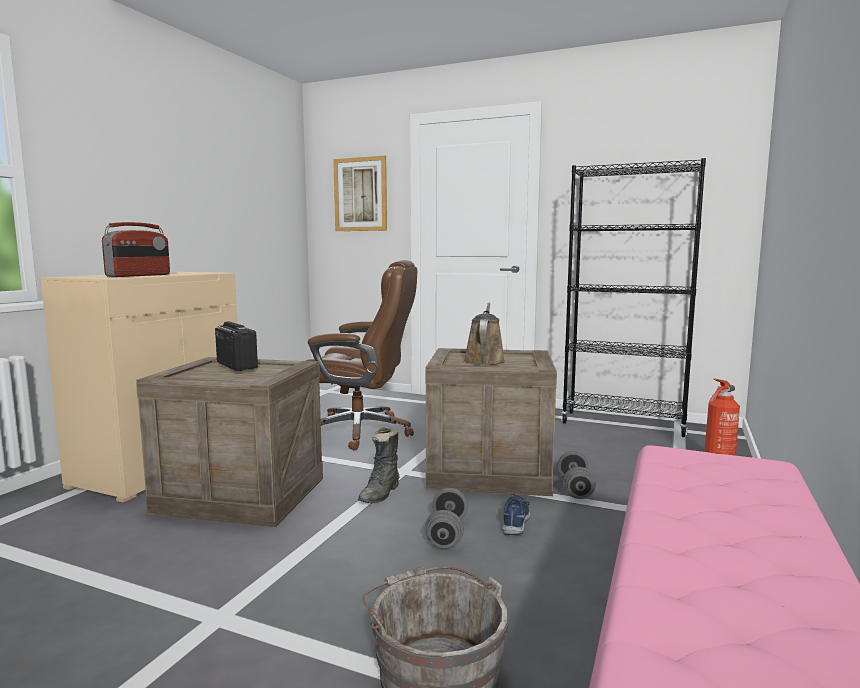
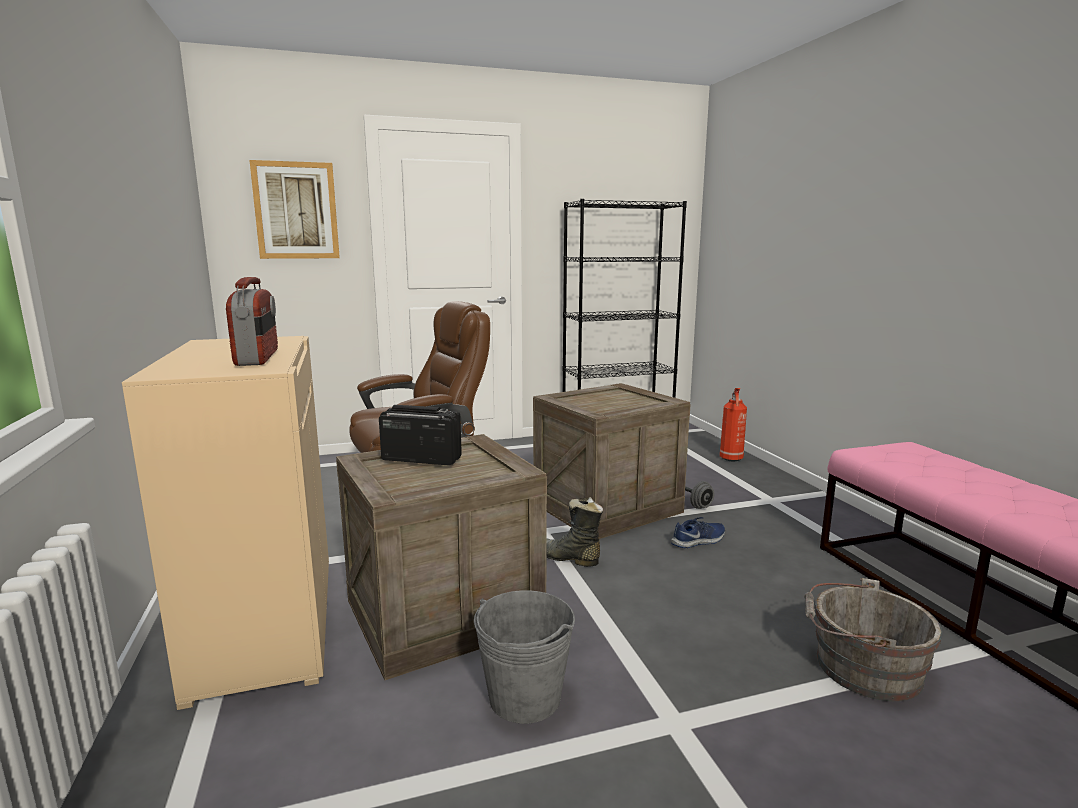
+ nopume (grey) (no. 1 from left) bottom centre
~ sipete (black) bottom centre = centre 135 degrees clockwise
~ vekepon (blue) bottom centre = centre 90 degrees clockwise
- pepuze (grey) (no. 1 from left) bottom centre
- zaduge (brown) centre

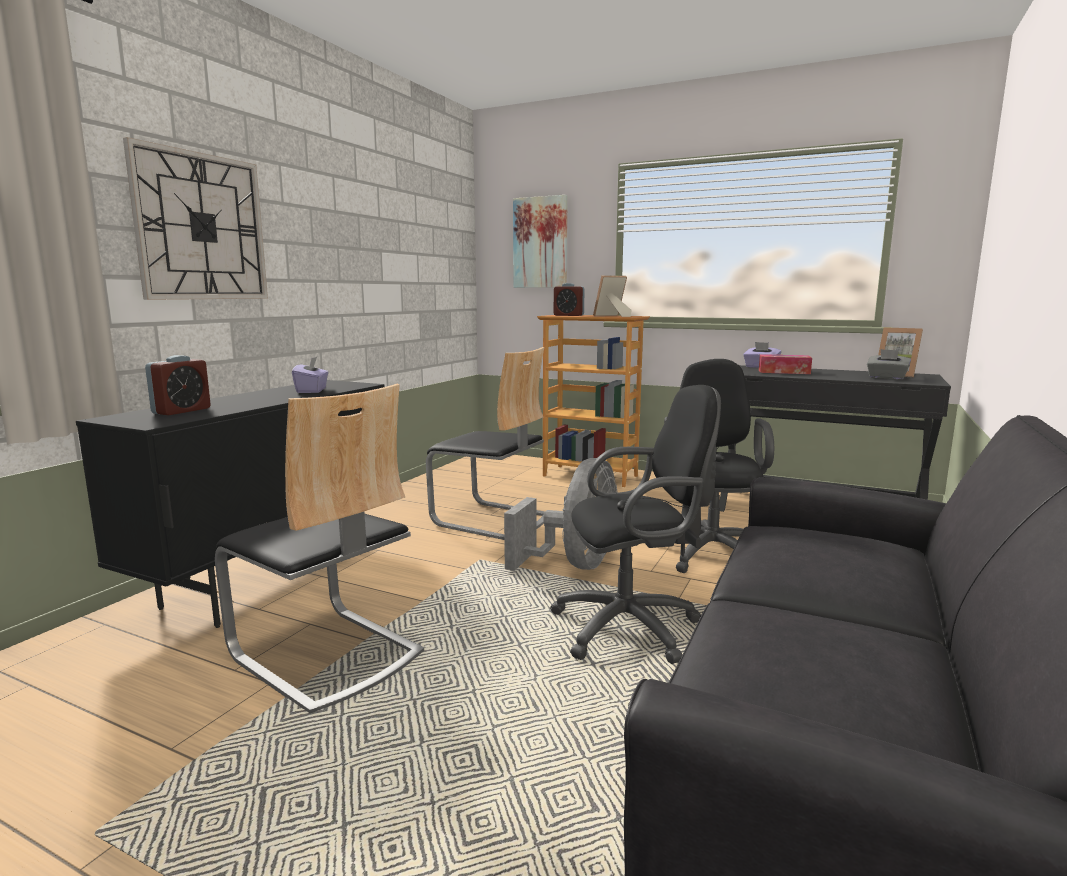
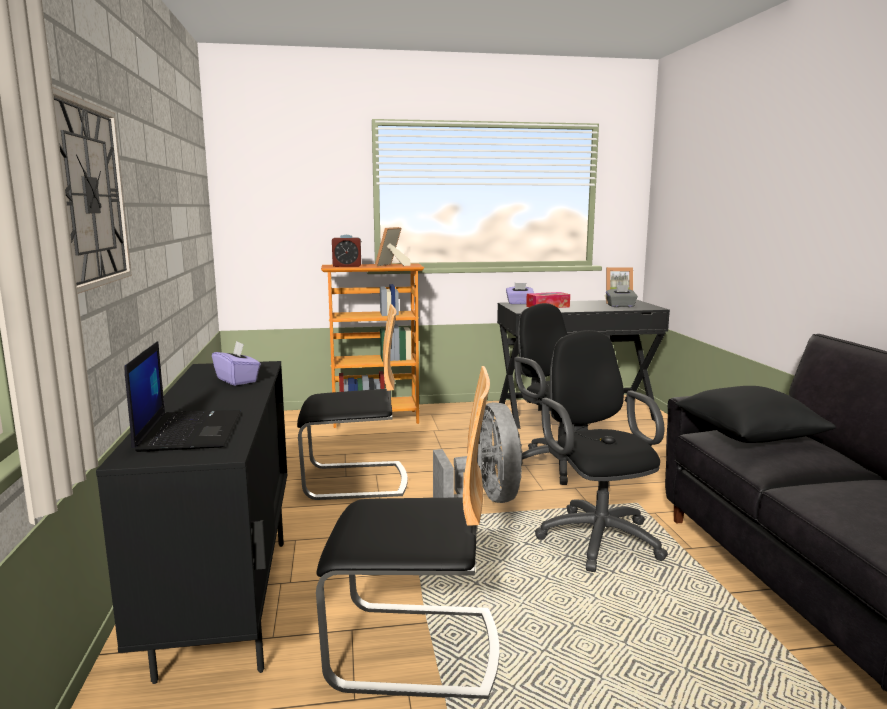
~ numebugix (no. 1 from left) middle left to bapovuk middle left
~ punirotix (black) (no. 1 from left in the first image) centre = middle right 60 degrees counterclockwise
+ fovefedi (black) middle right
- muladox top centre

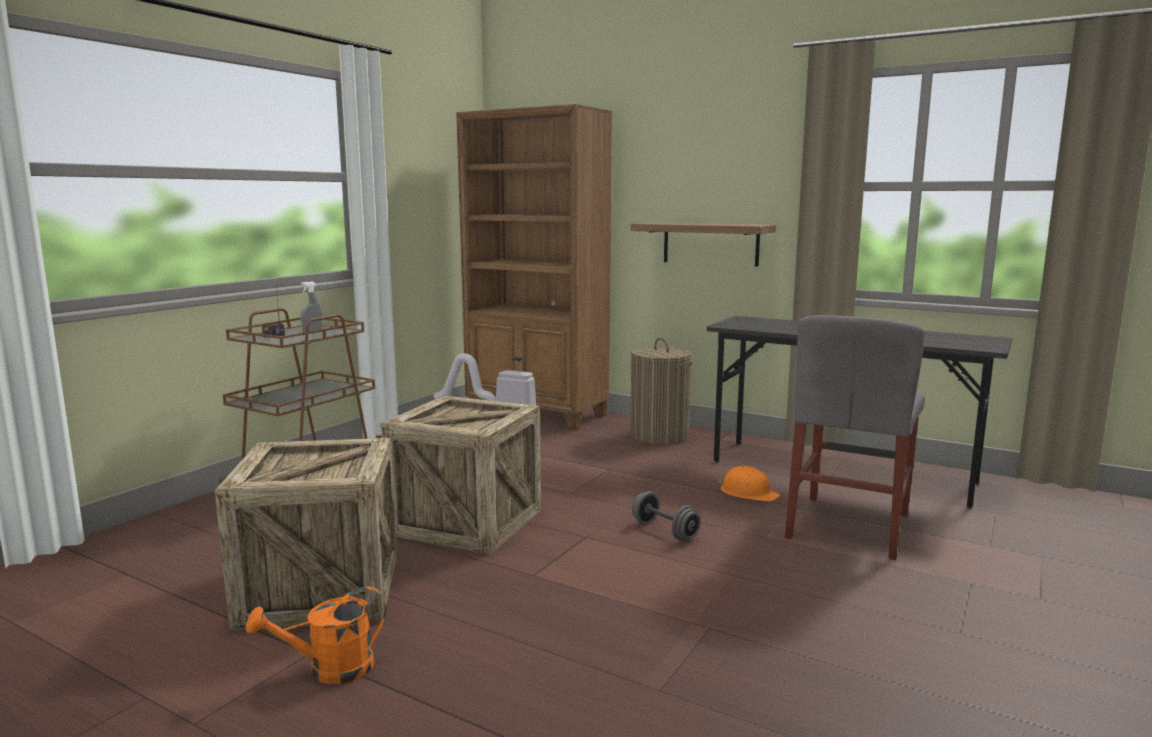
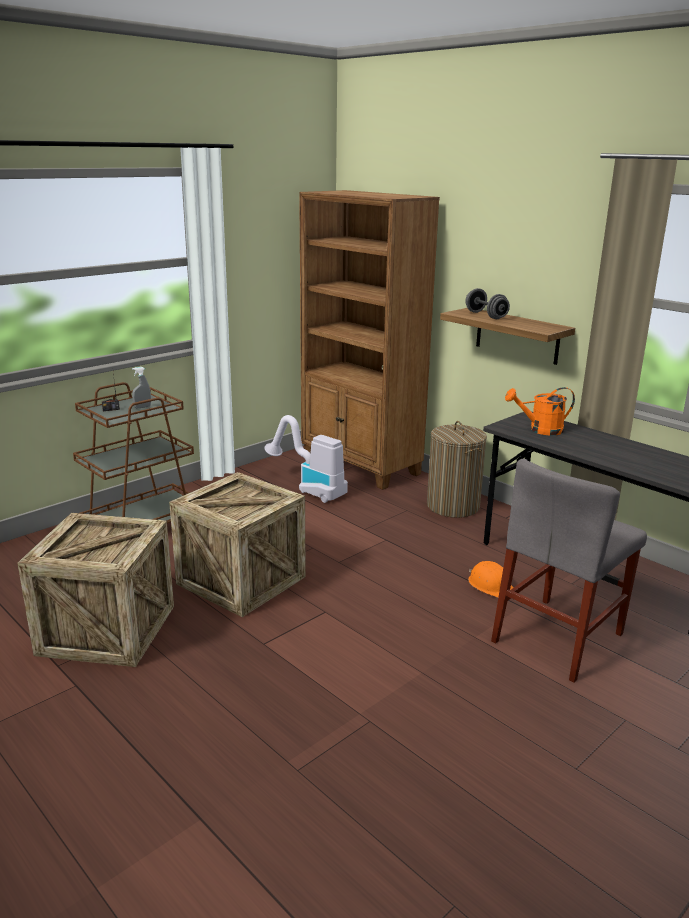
~ pepuze (grey) bottom centre to top right
~ zaduge (orange) bottom left to middle right

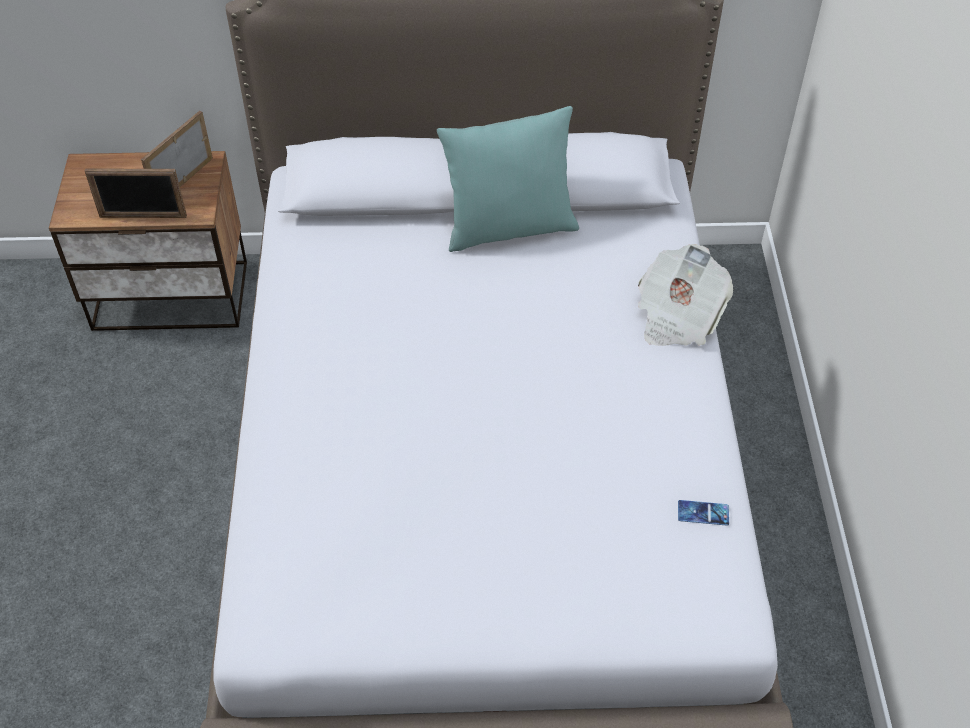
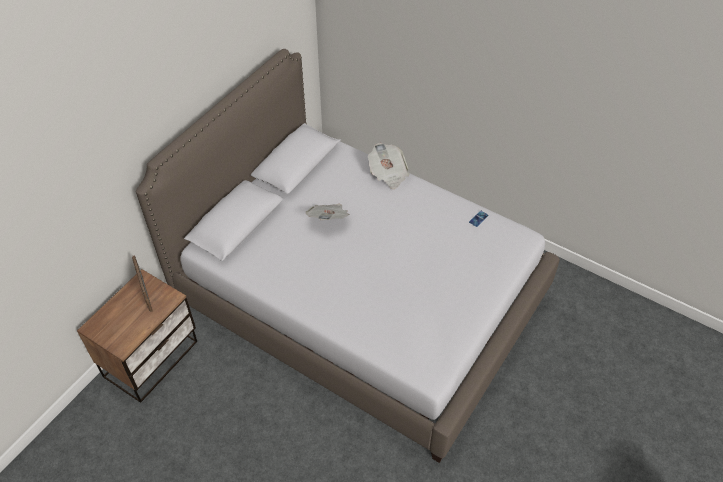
+ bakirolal (no. 1 from left) centre
- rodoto (no. 1 from left) top left
- fovefedi (turquoise) top centre

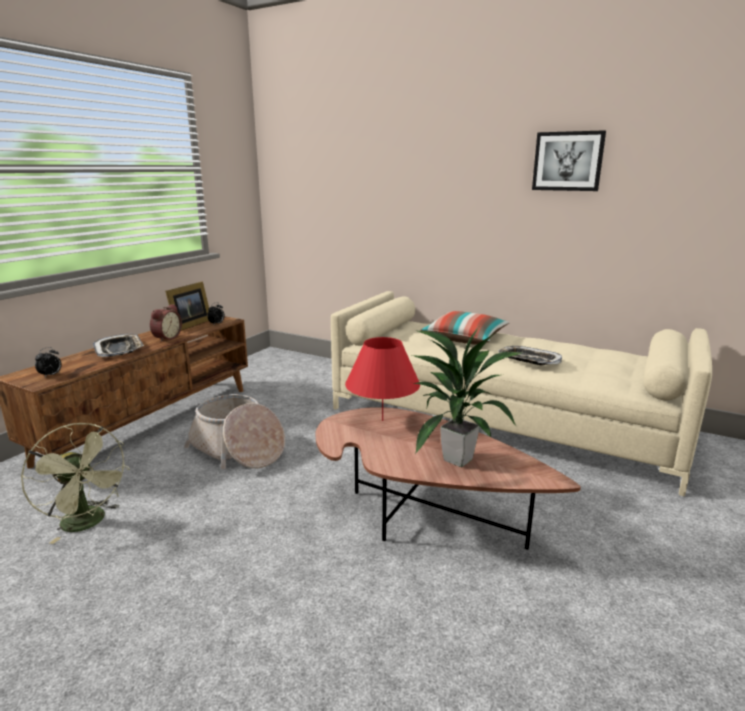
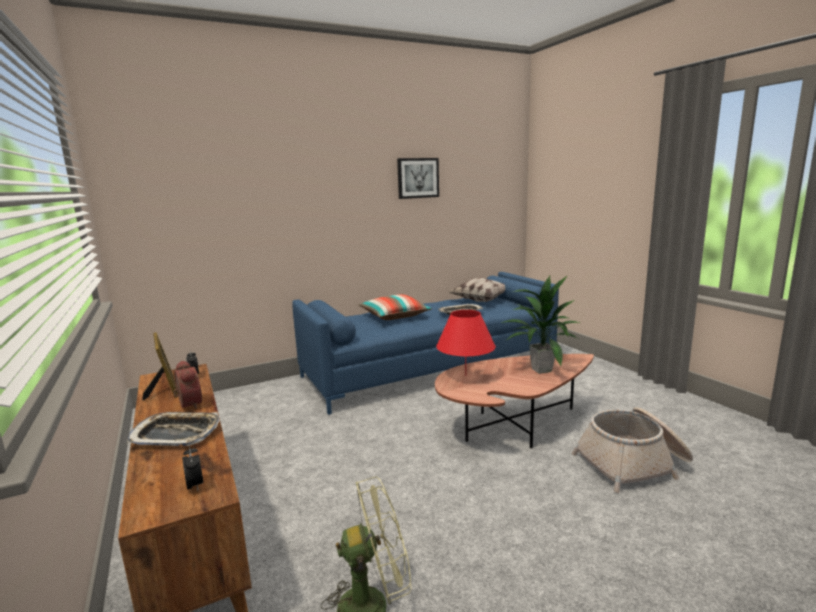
~ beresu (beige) middle right to beresu (blue) centre
+ fovefedi (no. 2 from left) centre
~ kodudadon middle left to bottom right

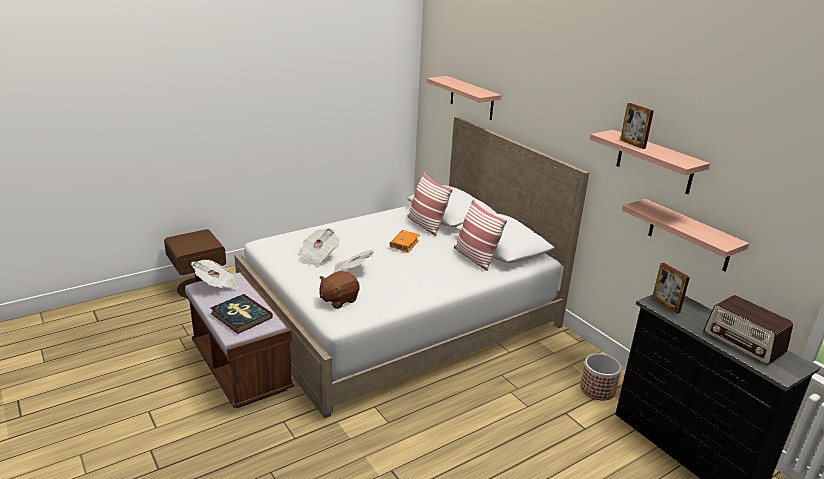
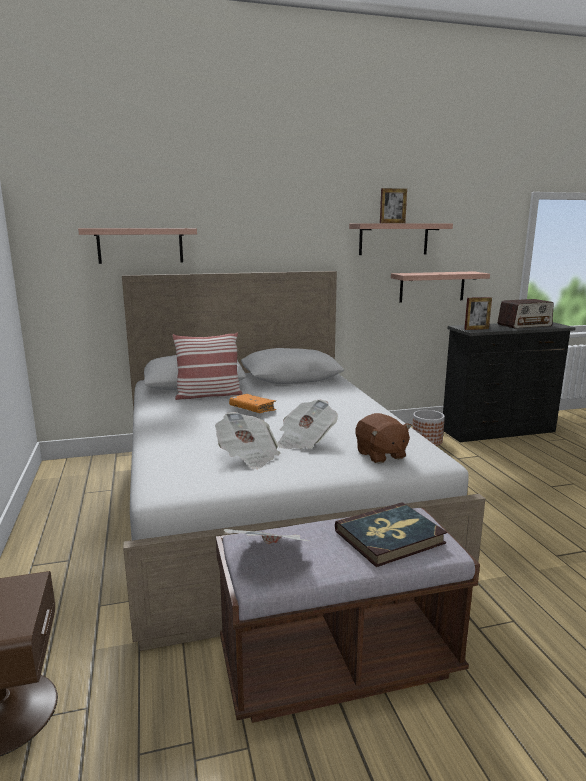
- fovefedi (no. 2 from left) centre

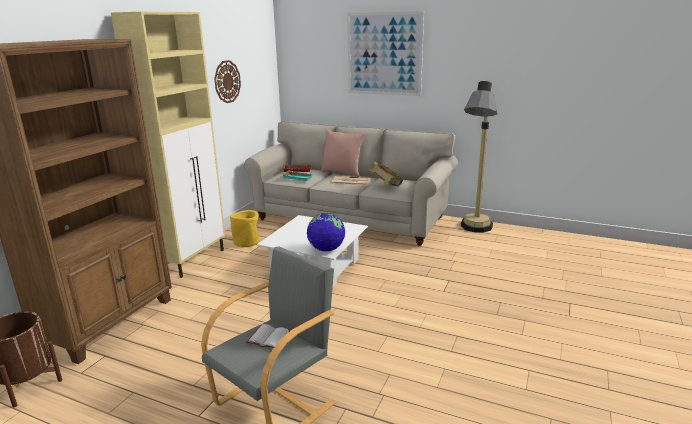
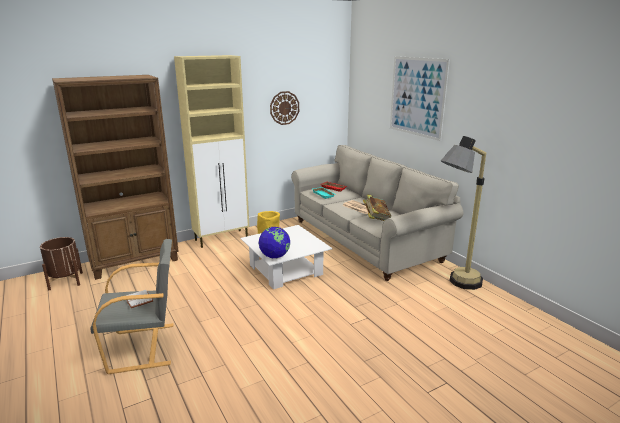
- fovefedi (pink) centre

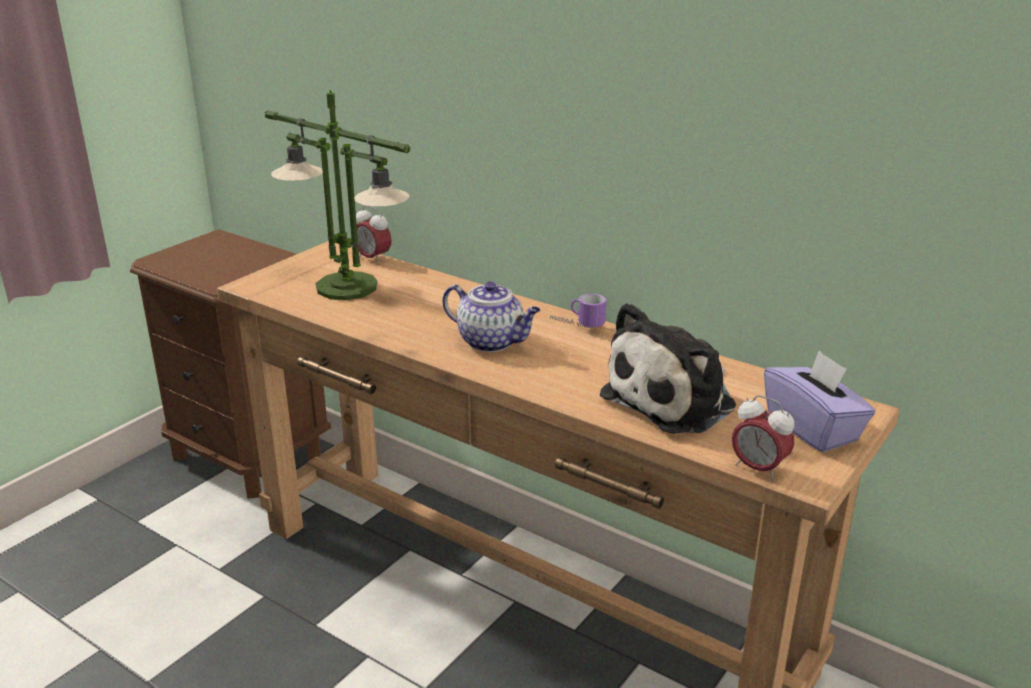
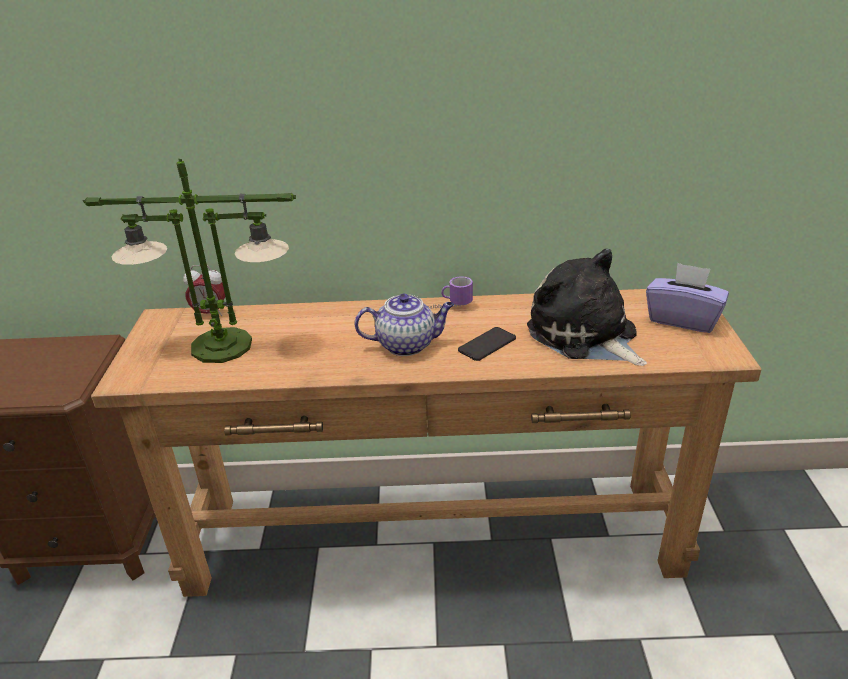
+ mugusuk centre
~ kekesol centre = middle right 135 degrees clockwise
- numebugix (no. 2 from left) middle right

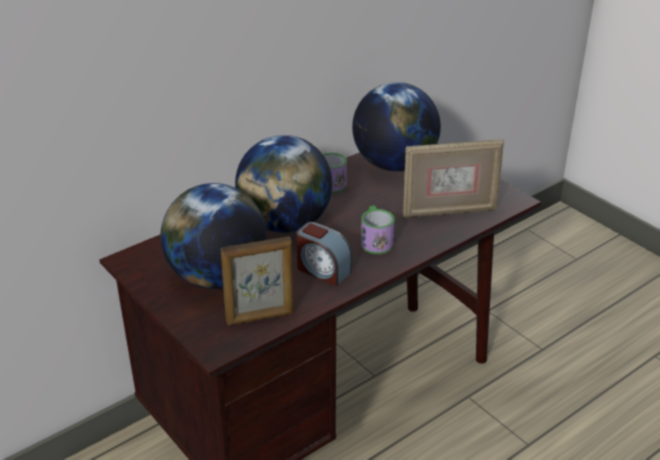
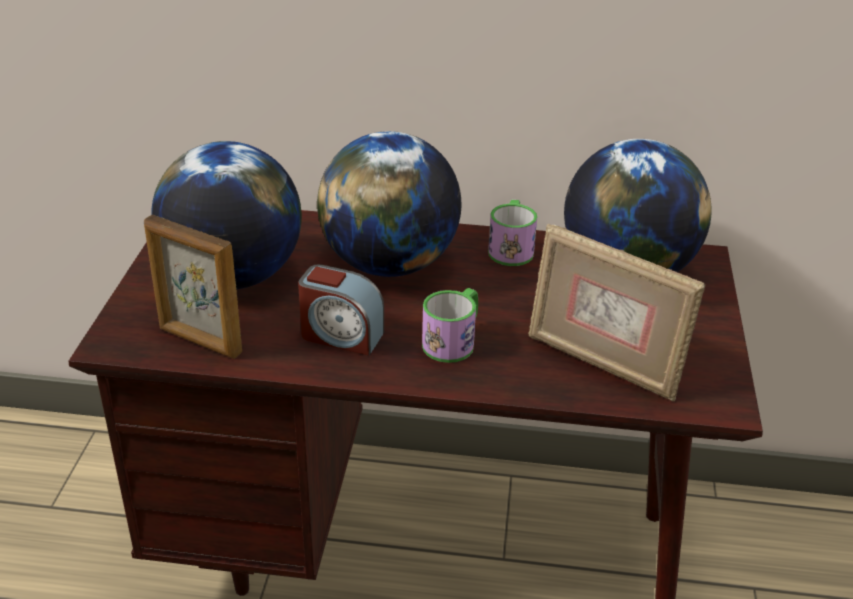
~ numebugix centre = centre 60 degrees counterclockwise

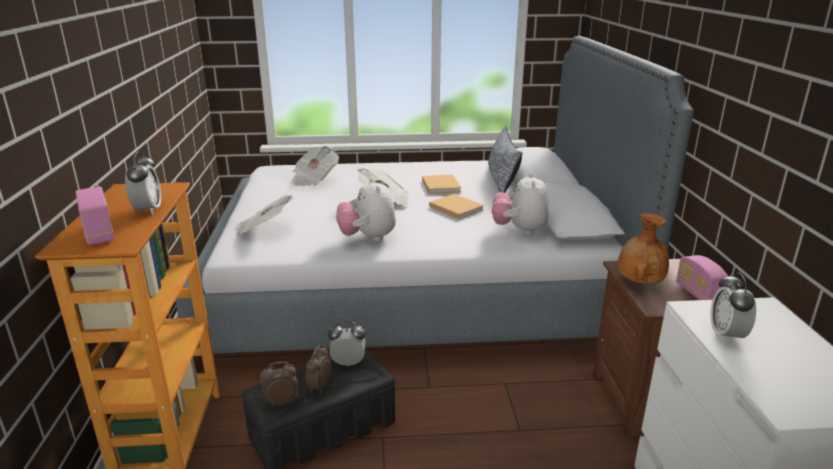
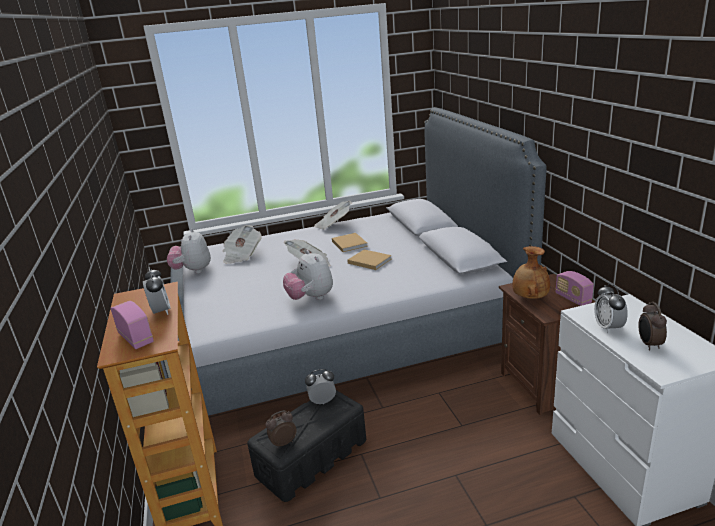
~ kekesol (no. 2 from left in the first image) centre to kekesol (no. 1 from left) middle left
~ bakirolal (no. 1 from left in the first image) middle left to bakirolal (no. 3 from left) centre
~ numebugix (no. 3 from left in the first image) bottom centre to numebugix (no. 5 from left) middle right
- fovefedi centre

